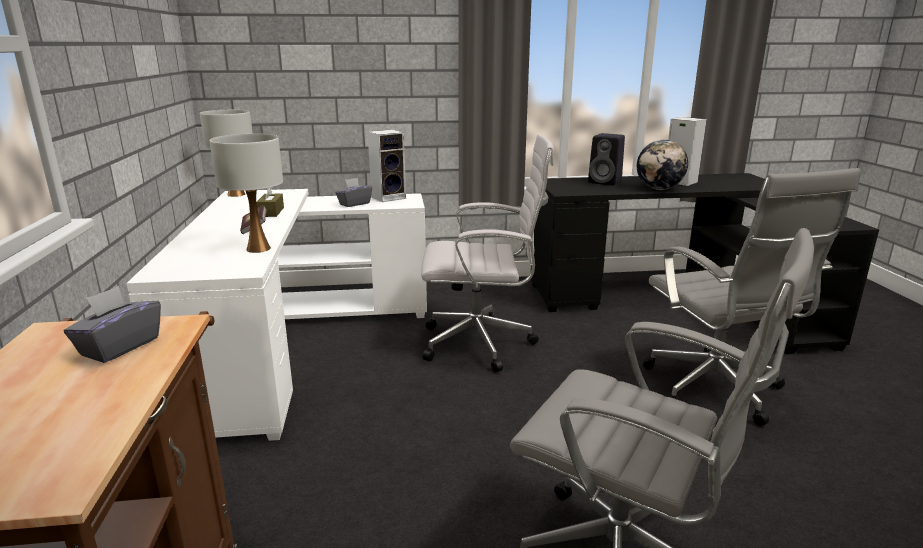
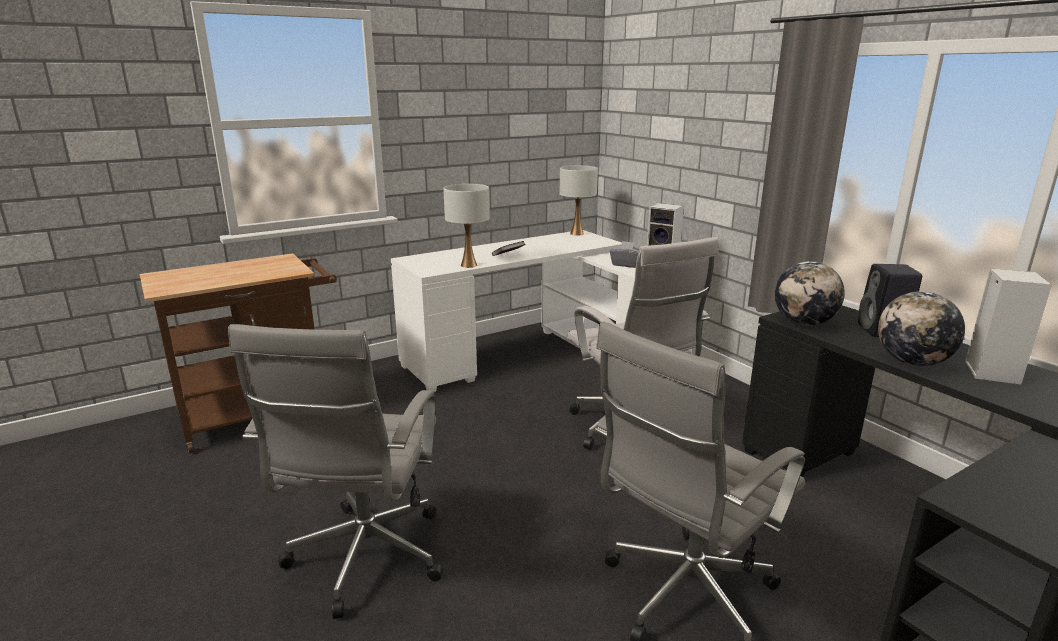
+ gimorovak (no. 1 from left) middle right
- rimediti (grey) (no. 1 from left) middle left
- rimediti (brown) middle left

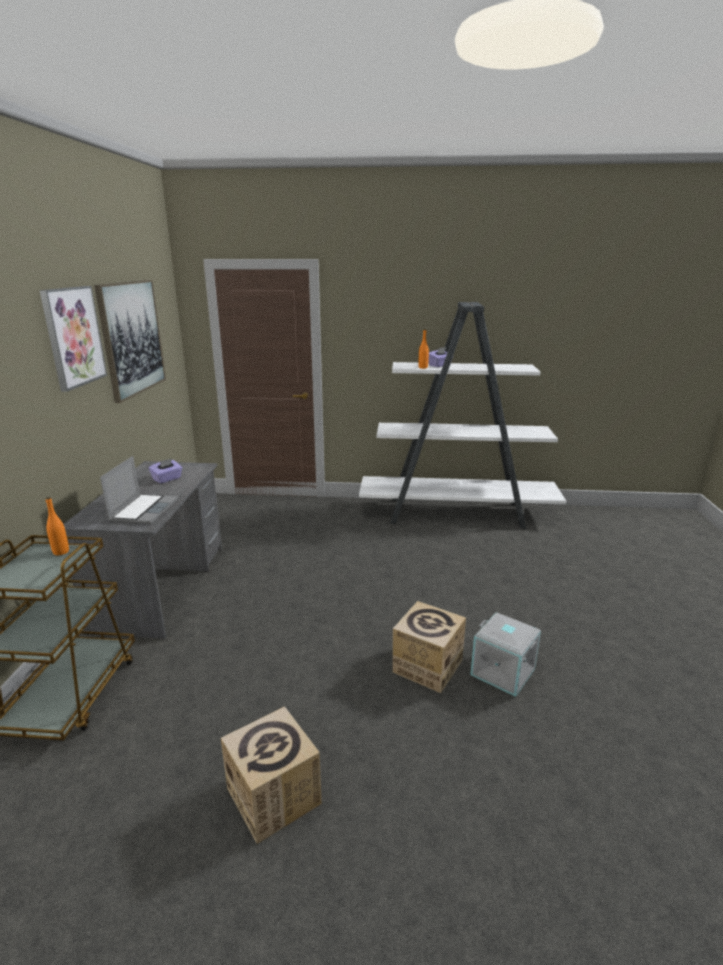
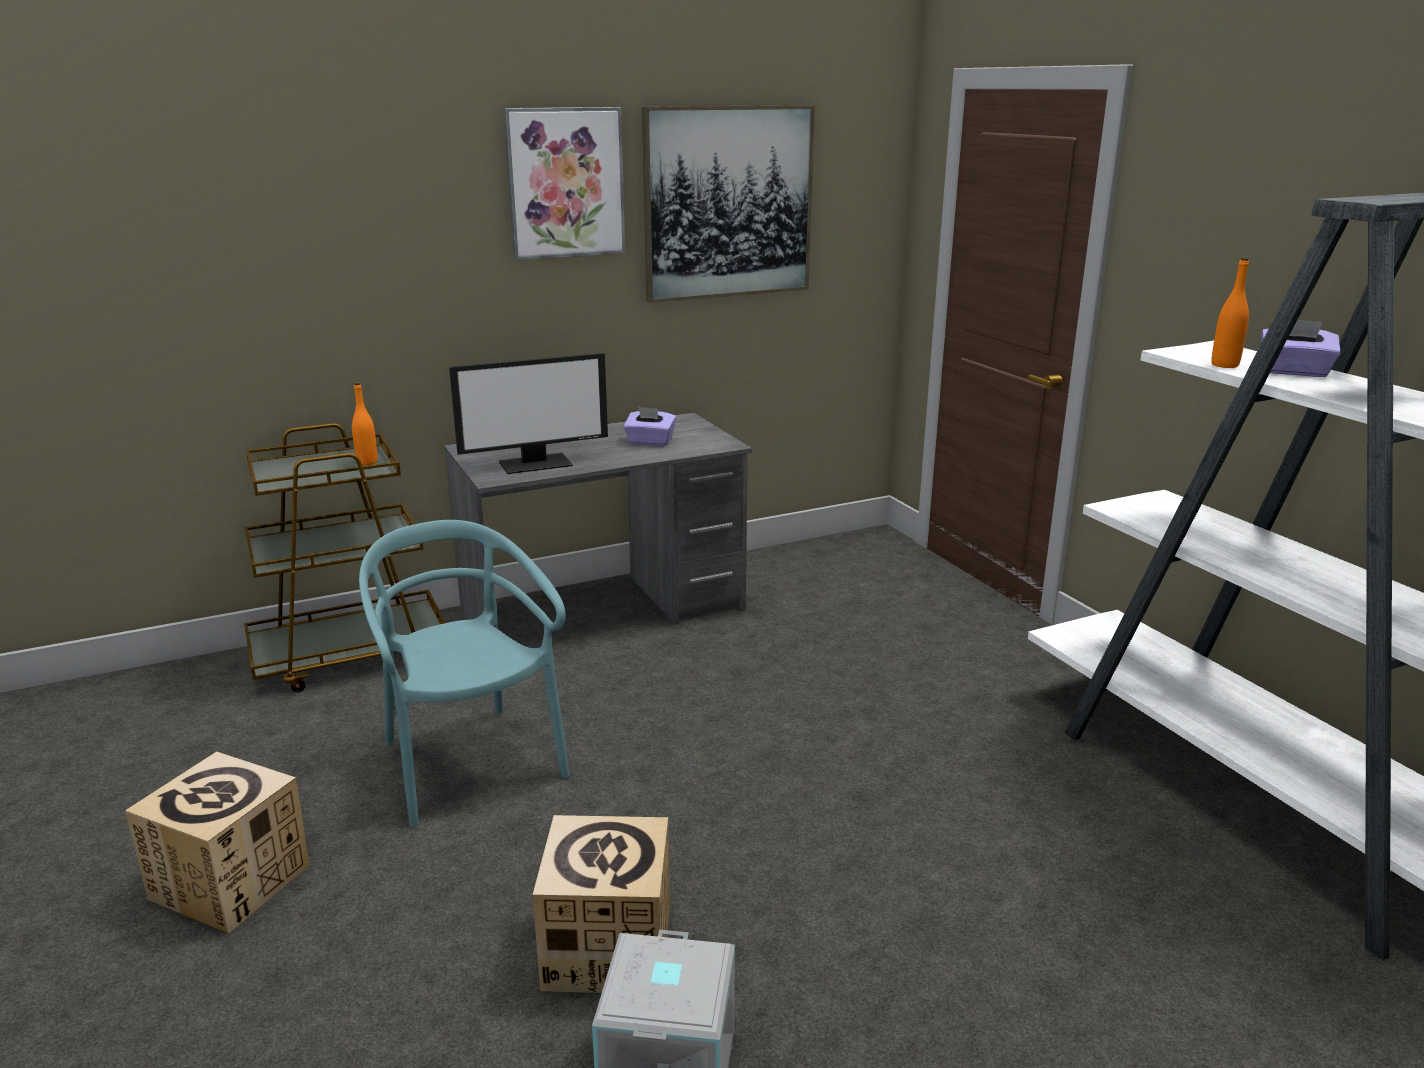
+ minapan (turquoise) middle left
~ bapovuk middle left to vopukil centre

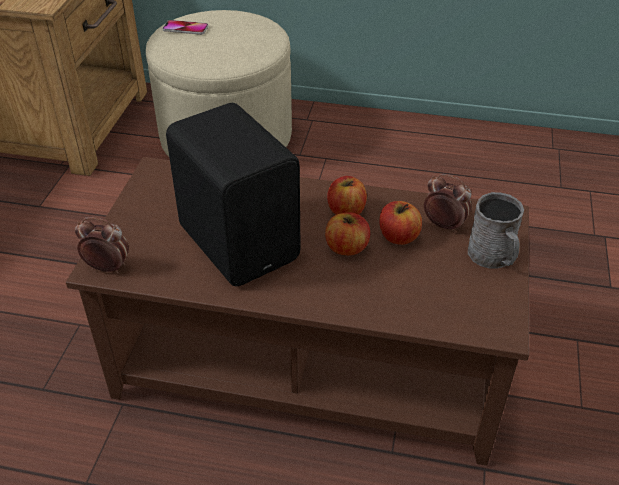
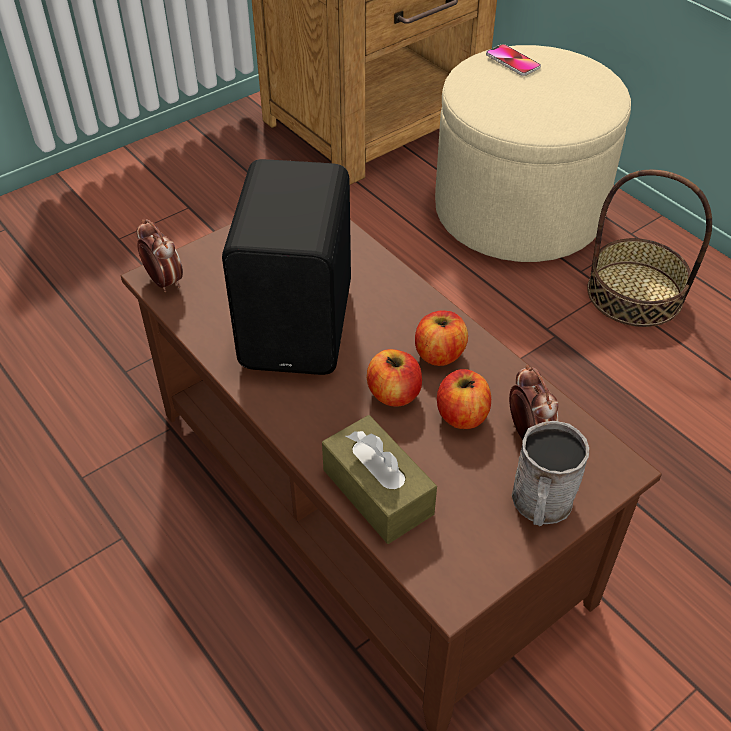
+ rimediti (brown) centre
+ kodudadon middle right

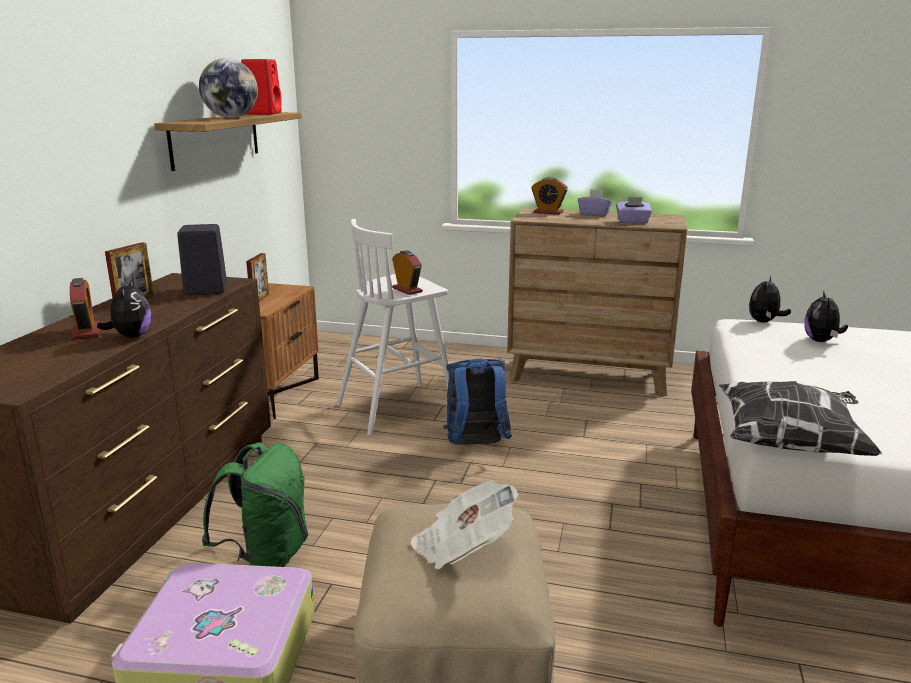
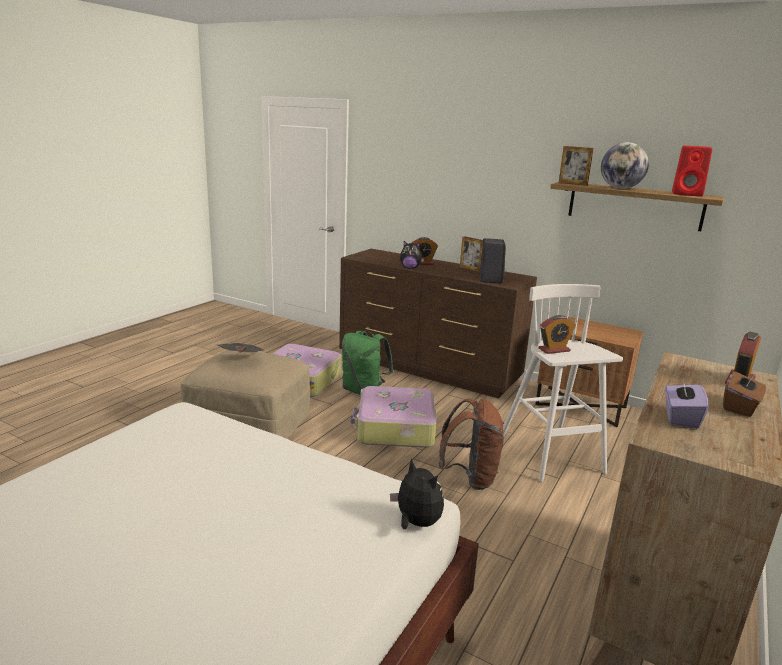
+ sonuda (no. 2 from left) centre
~ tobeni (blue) centre to tobeni (brown) bottom centre
~ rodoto (no. 2 from left) middle left to top right
~ rimediti (purple) (no. 1 from left) top centre to rimediti (brown) middle right
- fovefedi middle right
- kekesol (no. 3 from left) middle right

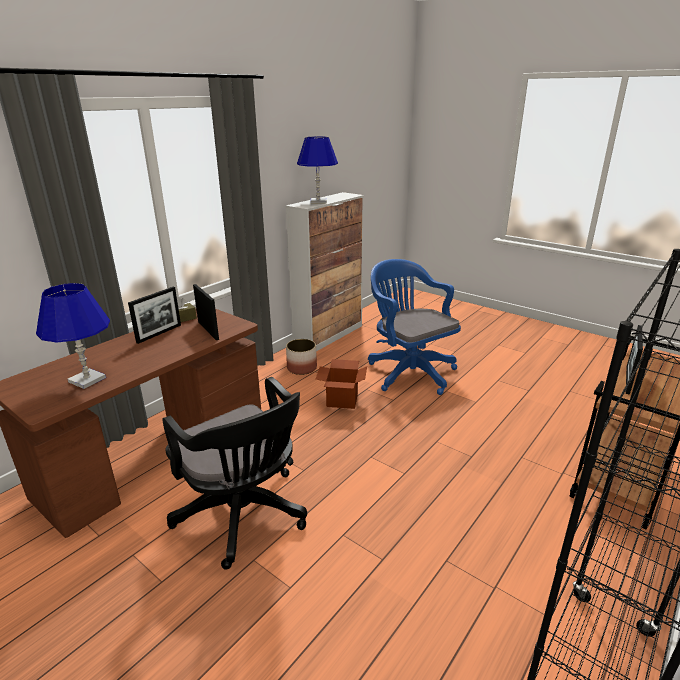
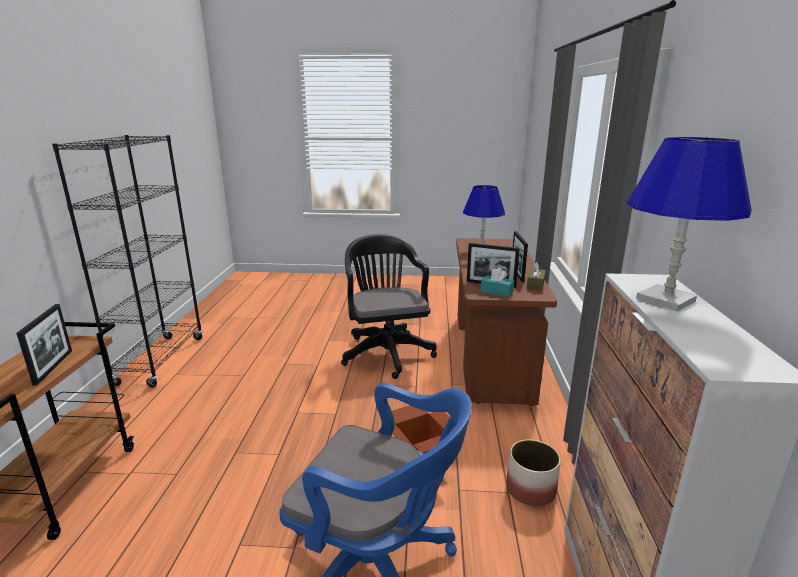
~ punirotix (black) bottom centre = centre 60 degrees clockwise
+ rimediti (turquoise) centre

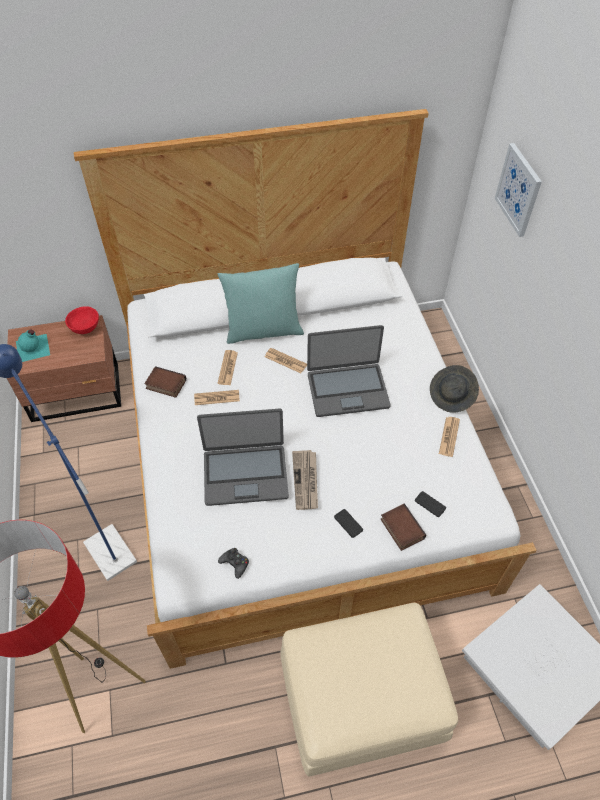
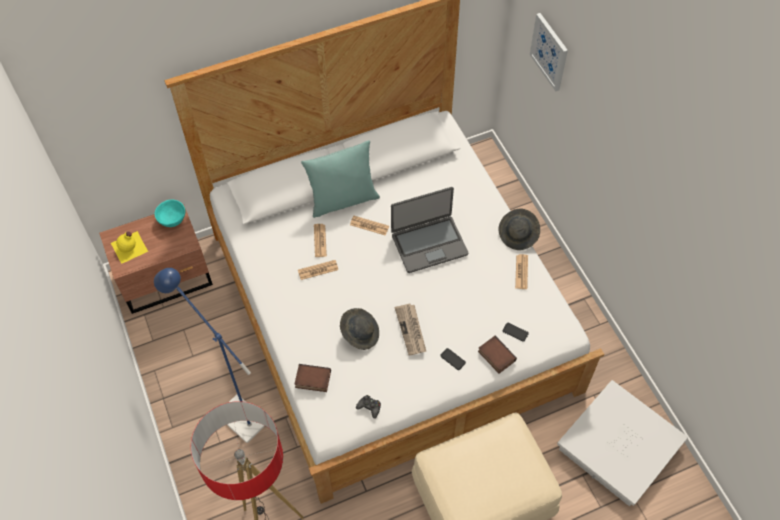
~ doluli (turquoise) middle left to doluli (yellow) middle left
~ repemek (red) middle left to repemek (turquoise) middle left
~ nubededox (no. 1 from left) middle left to bottom centre
~ bapovuk (no. 1 from left) centre to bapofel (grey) (no. 1 from left) centre

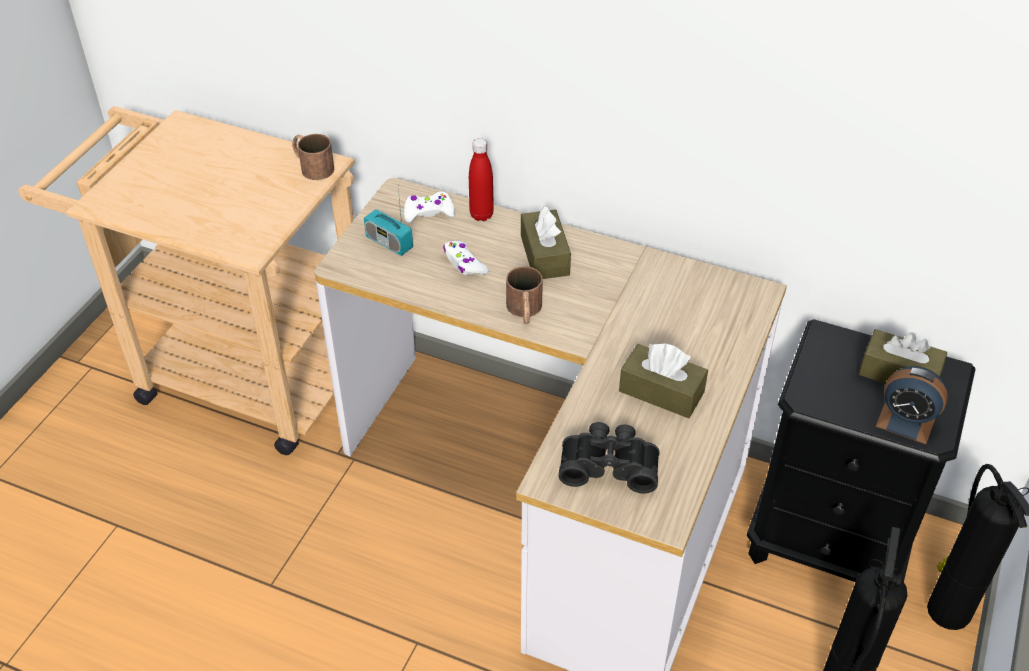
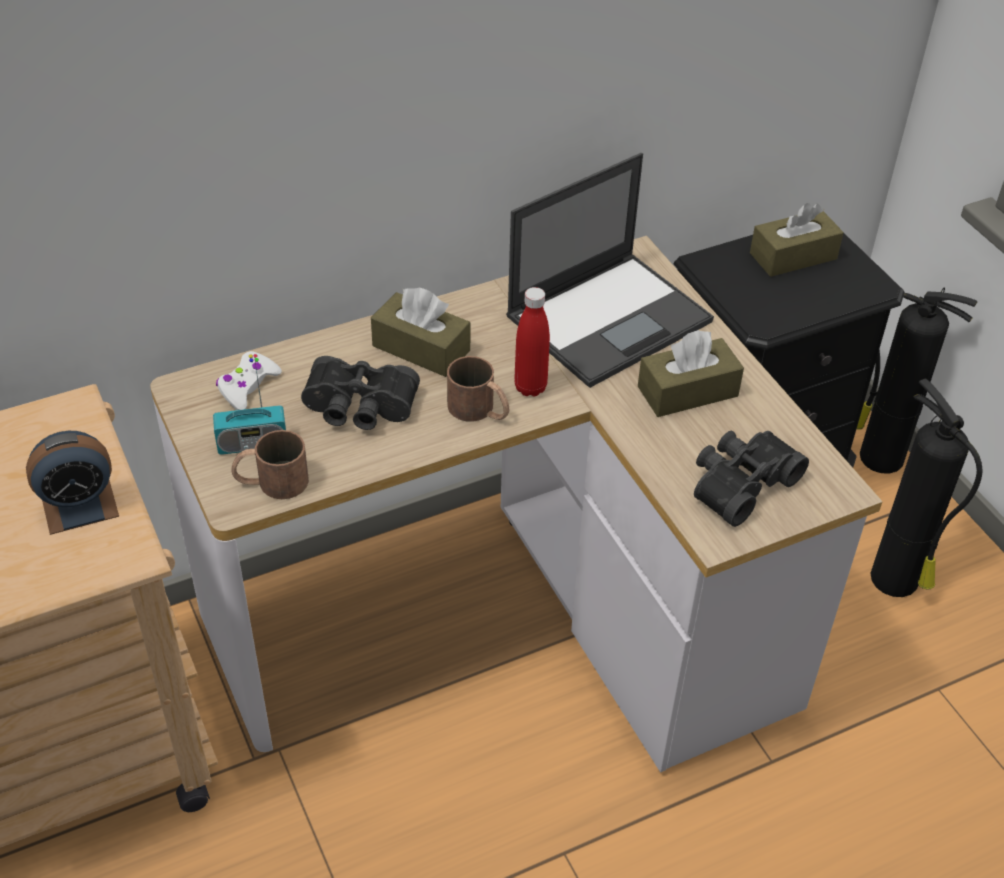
~ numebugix middle right to middle left
~ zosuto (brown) (no. 1 from left) top left to middle left
~ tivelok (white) (no. 2 from left) centre to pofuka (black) (no. 1 from left) centre
+ bapovuk top centre
~ doluli (red) top centre to centre

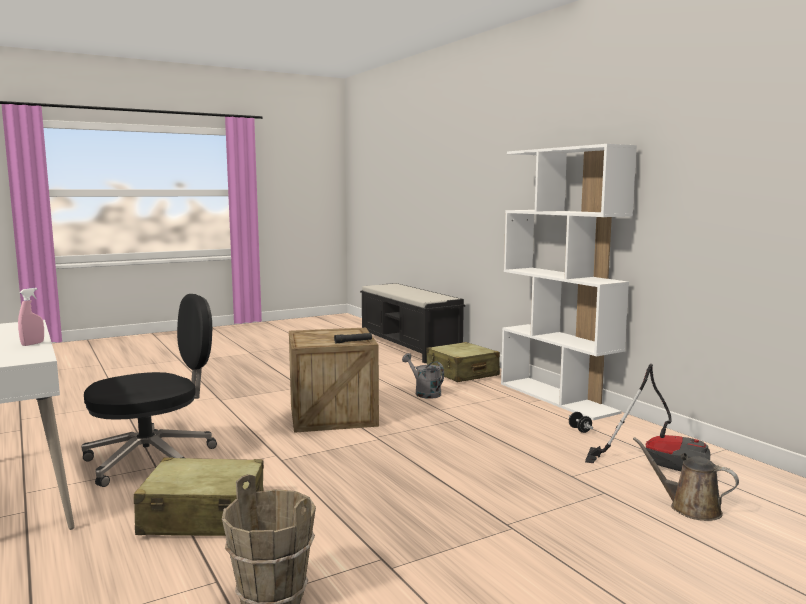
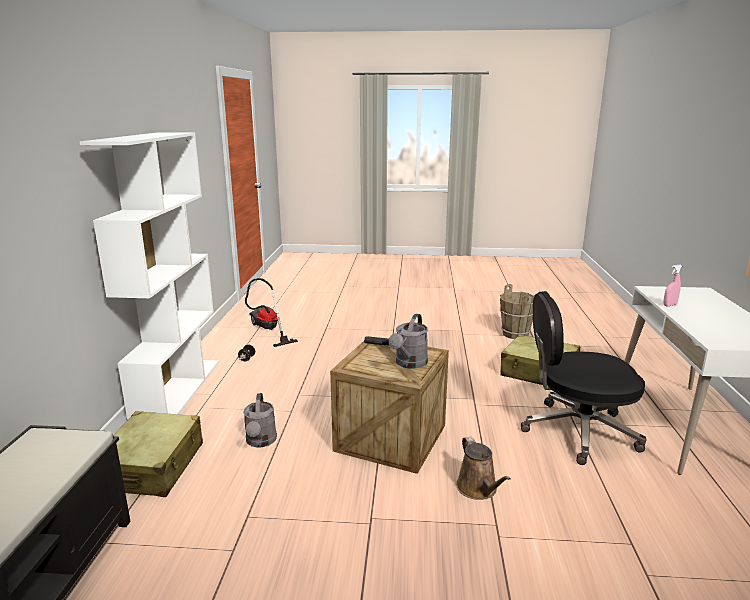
+ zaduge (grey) (no. 2 from left) centre
~ zaduge (brown) bottom right to bottom centre

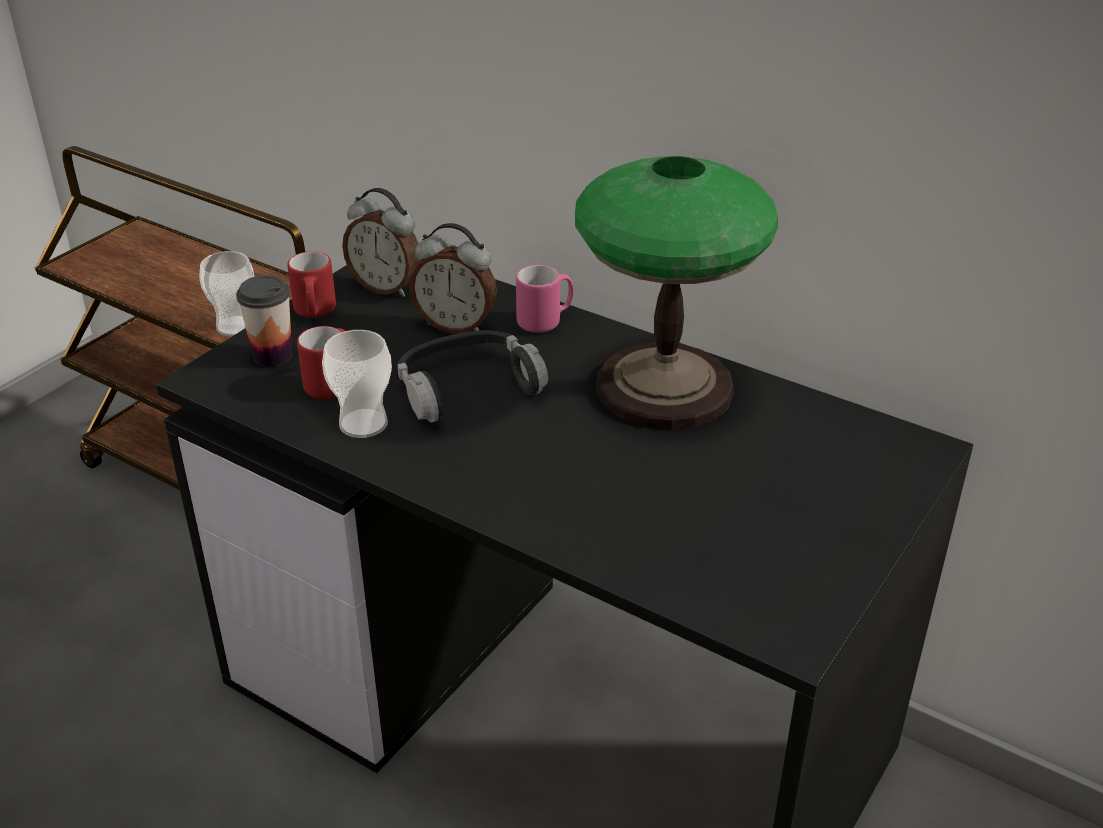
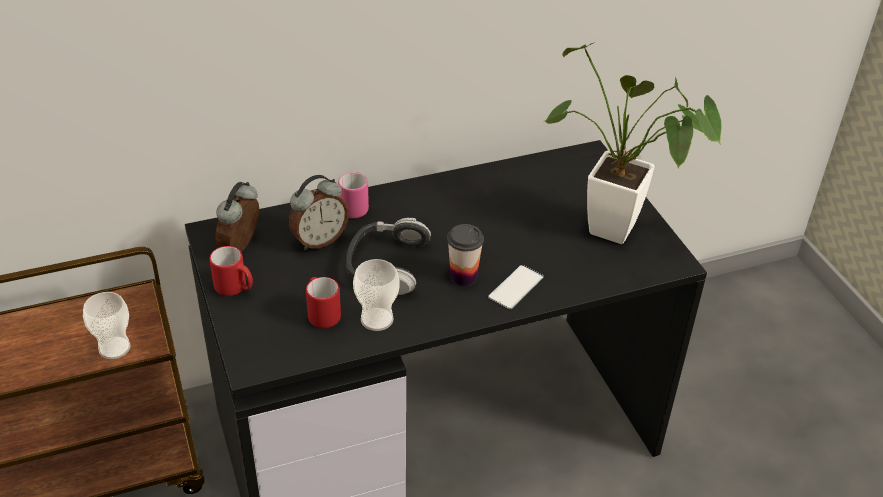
~ numebugix (no. 1 from left) top centre = middle left 135 degrees clockwise
~ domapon (no. 2 from left in the first image) middle left to domapon (no. 3 from left) centre
+ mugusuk centre
+ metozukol top right
- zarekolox centre

